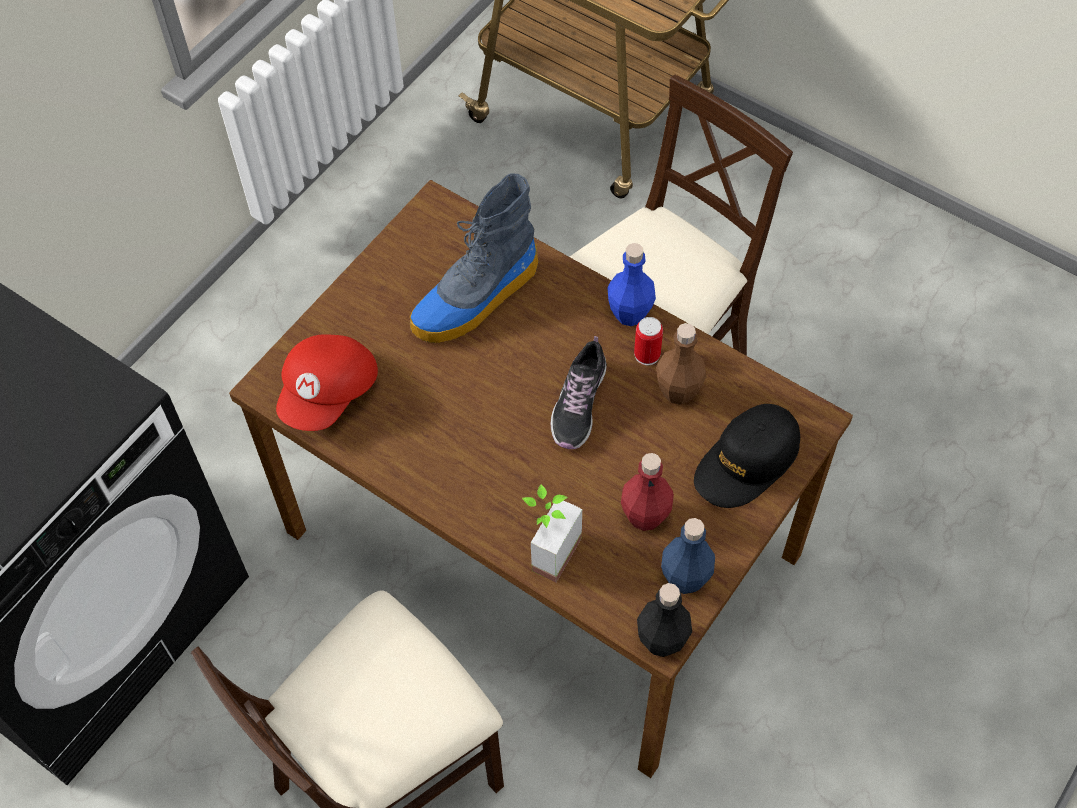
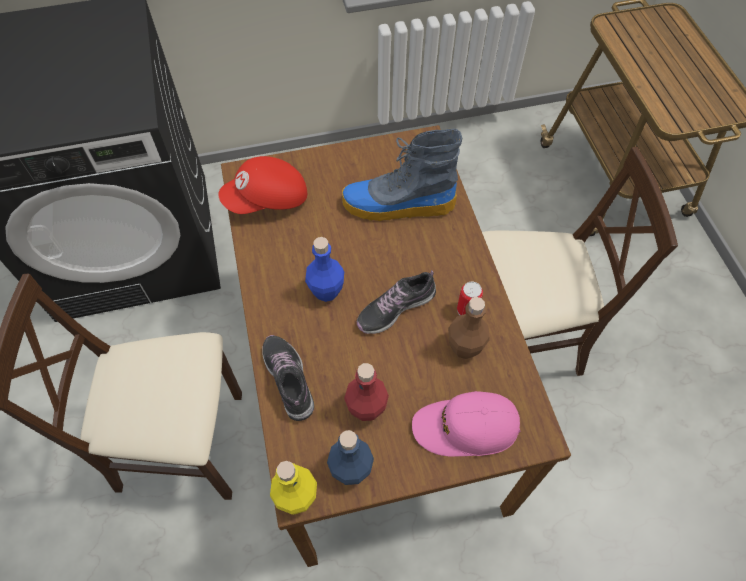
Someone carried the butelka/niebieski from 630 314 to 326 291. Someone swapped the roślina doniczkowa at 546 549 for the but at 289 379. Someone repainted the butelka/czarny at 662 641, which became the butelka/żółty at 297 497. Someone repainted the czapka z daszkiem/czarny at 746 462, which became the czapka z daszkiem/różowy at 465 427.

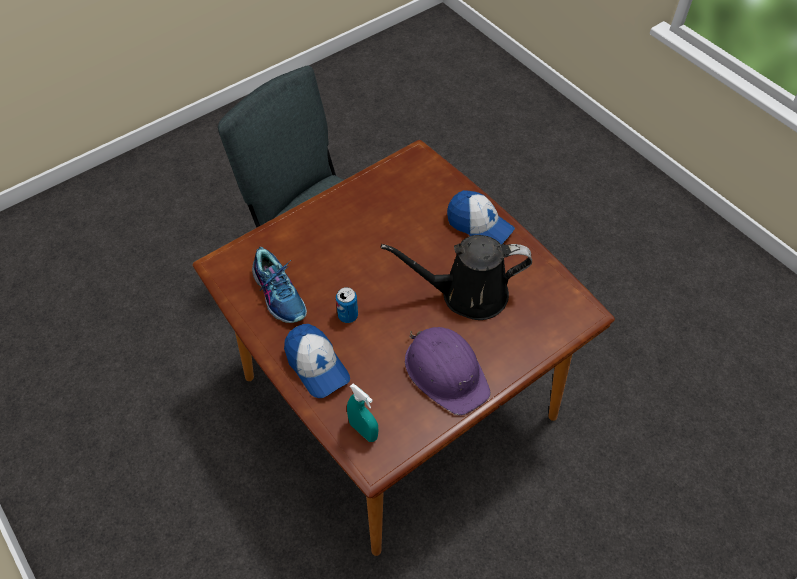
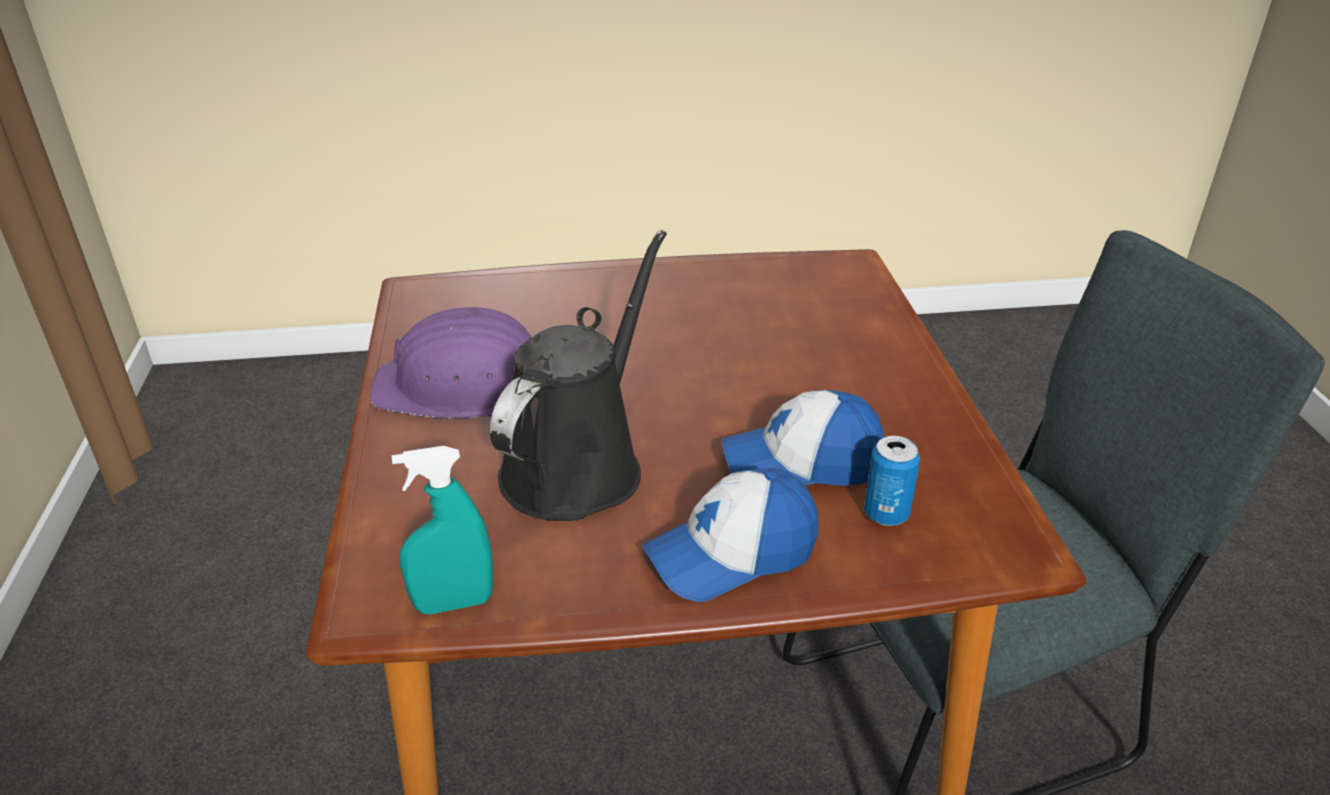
Someone took away the but at 280 293. Someone carried the czapka z daszkiem from 316 366 to 801 463. Someone carried the puszka from 348 315 to 886 514. Someone carried the spryskiwacz/turkusowy from 363 430 to 454 603.

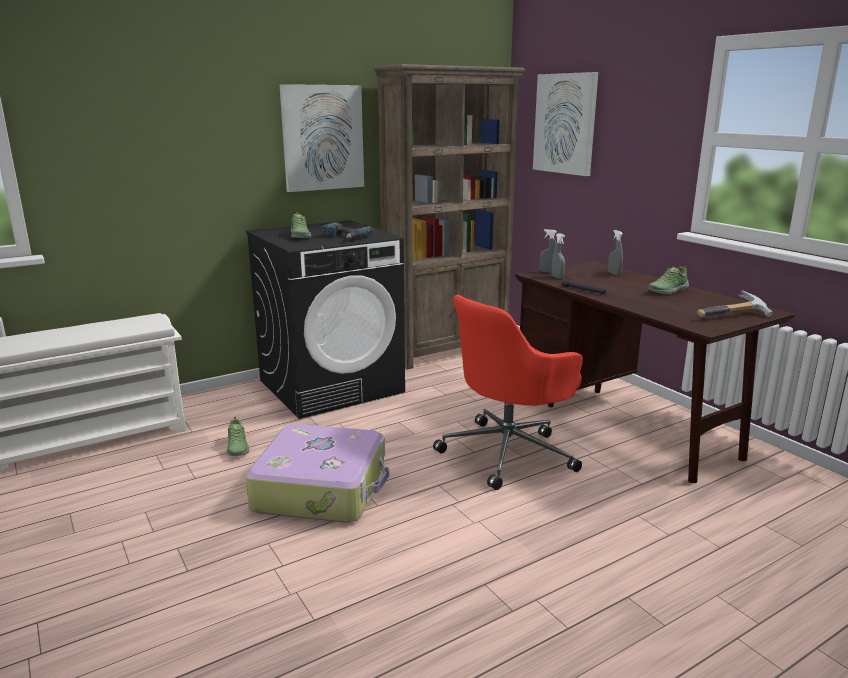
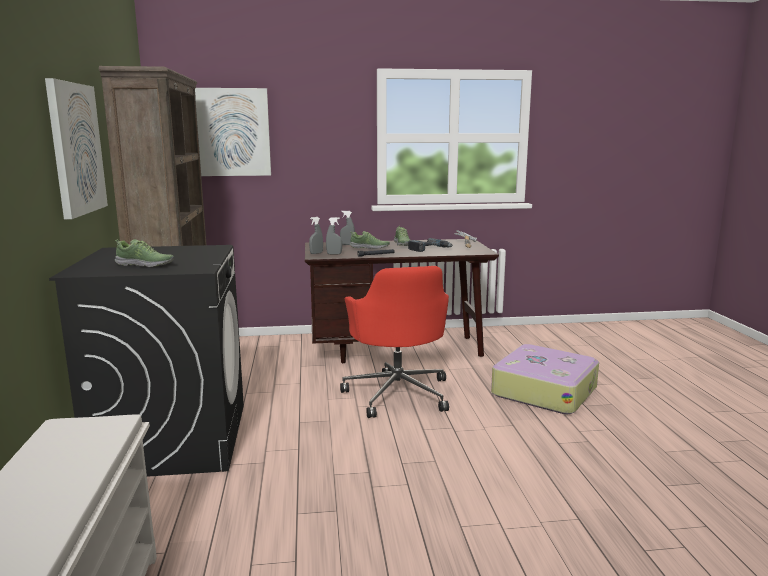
Someone carried the but from 237 447 to 369 248. Someone carried the walizka from 322 488 to 544 391. Someone carried the wiertarka from 344 237 to 429 249.

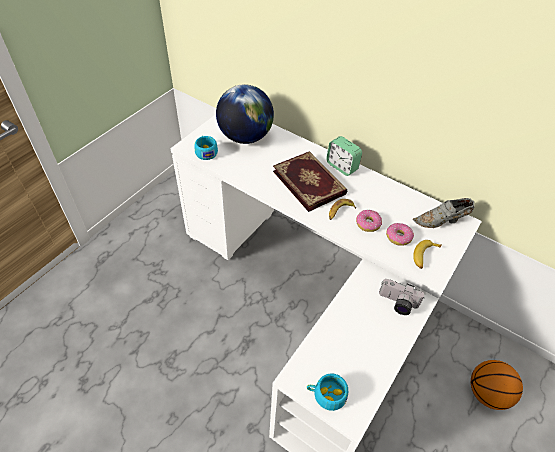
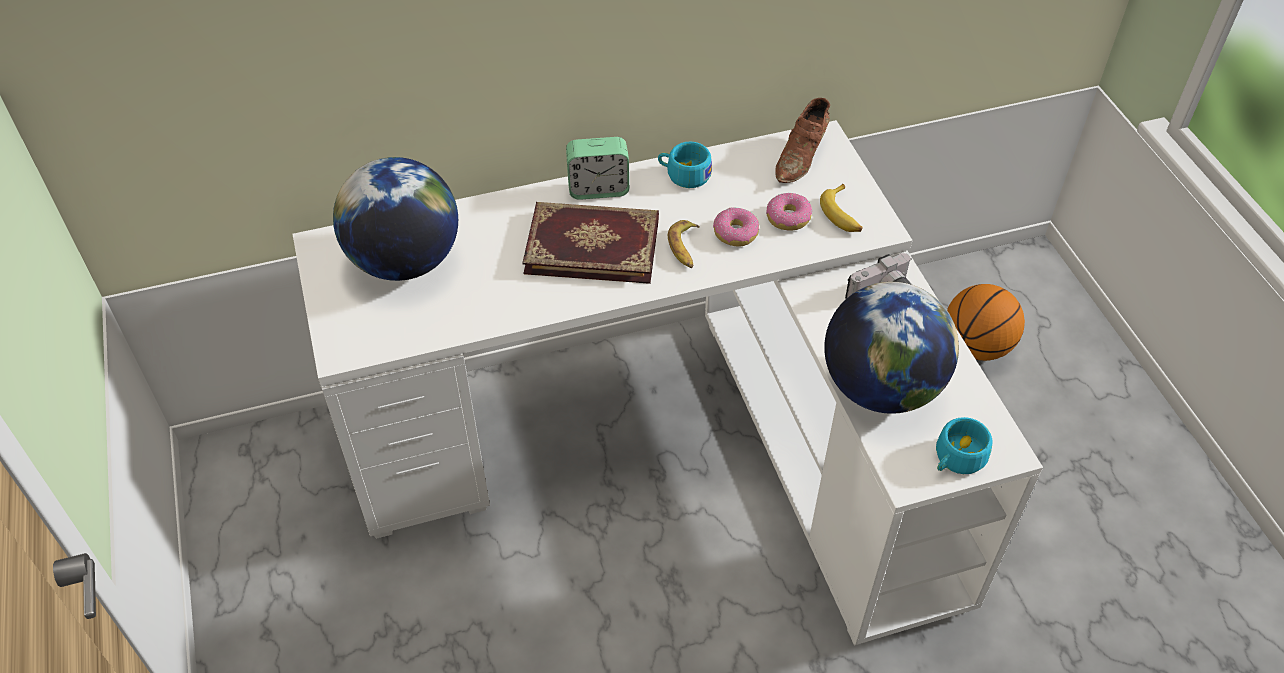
Someone put down the globus at 881 387. Someone carried the filiżanka/turkusowy from 206 152 to 684 174. Someone repainted the but/szary at 441 221, which became the but/brązowy at 802 157.

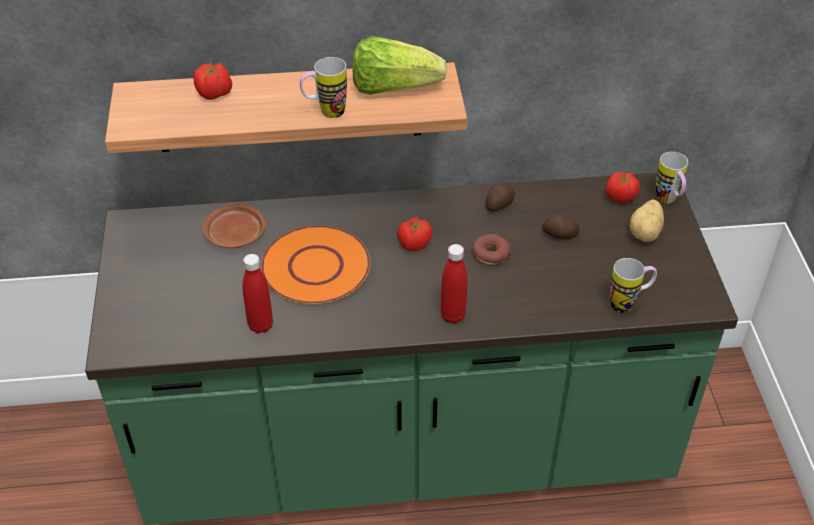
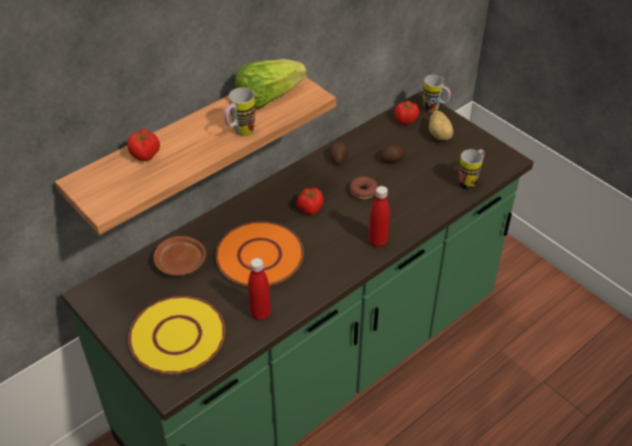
Someone put down the talerz/żółty at 178 336.

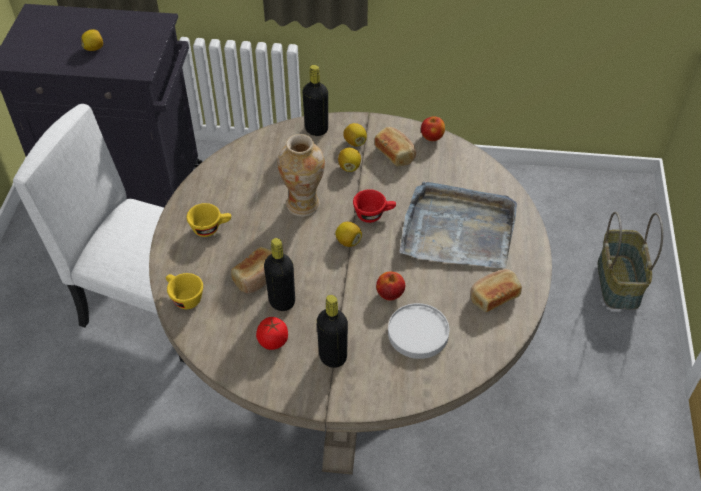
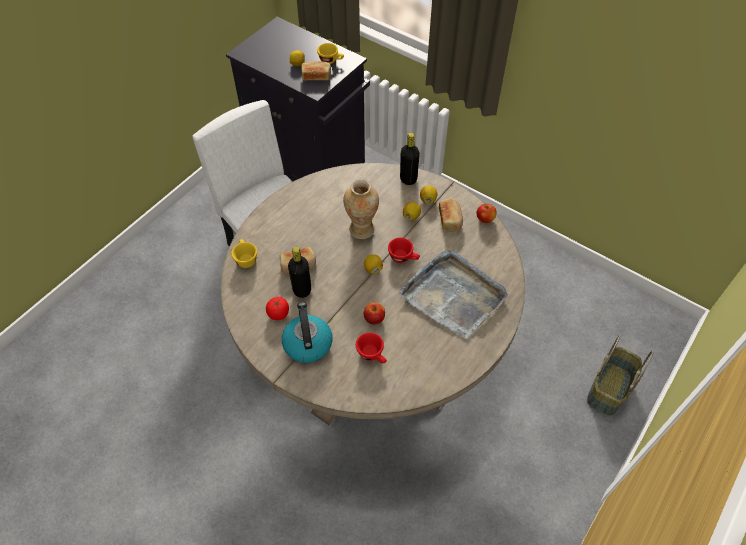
Someone carried the filiżanka/żółty from 211 228 to 331 61. Someone carried the chleb from 493 296 to 316 76. Someone swapped the butelka/czarny at 333 357 for the czajnik at 307 343. Someone swapped the talerz/biały at 417 333 for the filiżanka/czerwony at 373 355.

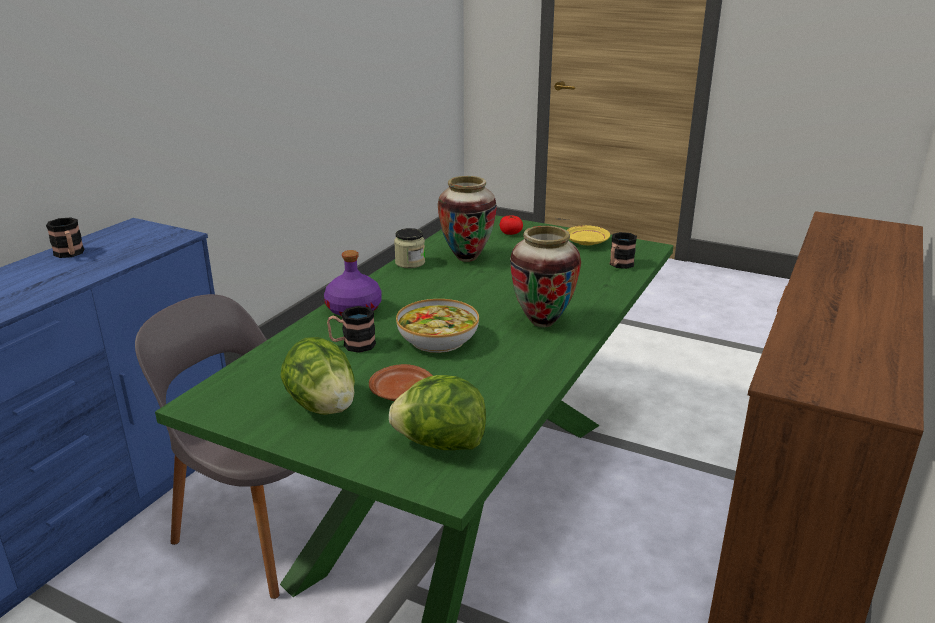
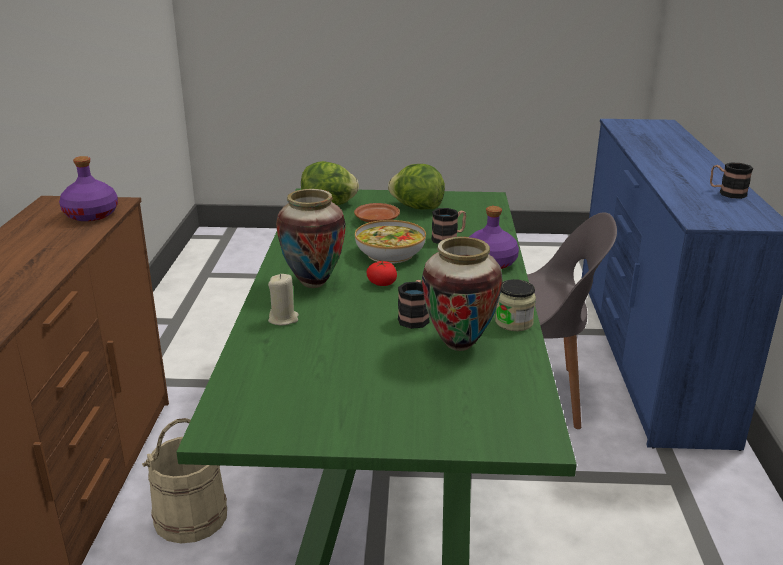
Someone took away the talerz/żółty at 586 242. Someone put down the butelka/fioletowy at 91 214. Someone put down the wiadro/beżowy at 191 517. Someone put down the świeca/beżowy at 283 319. Someone carried the pomidor from 510 233 to 382 283. Someone carried the kubek from 619 265 to 414 317.

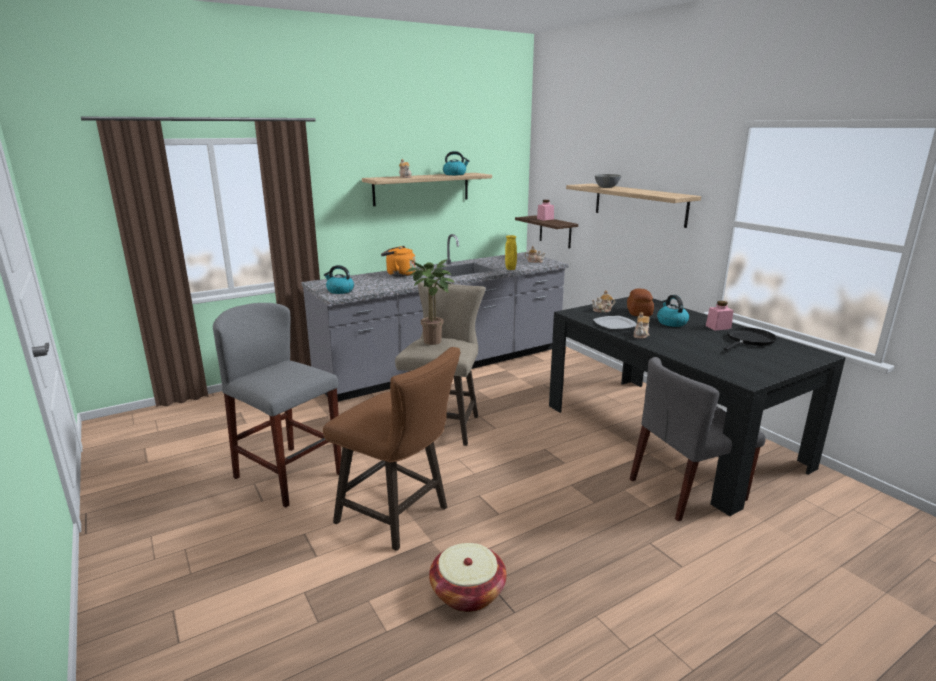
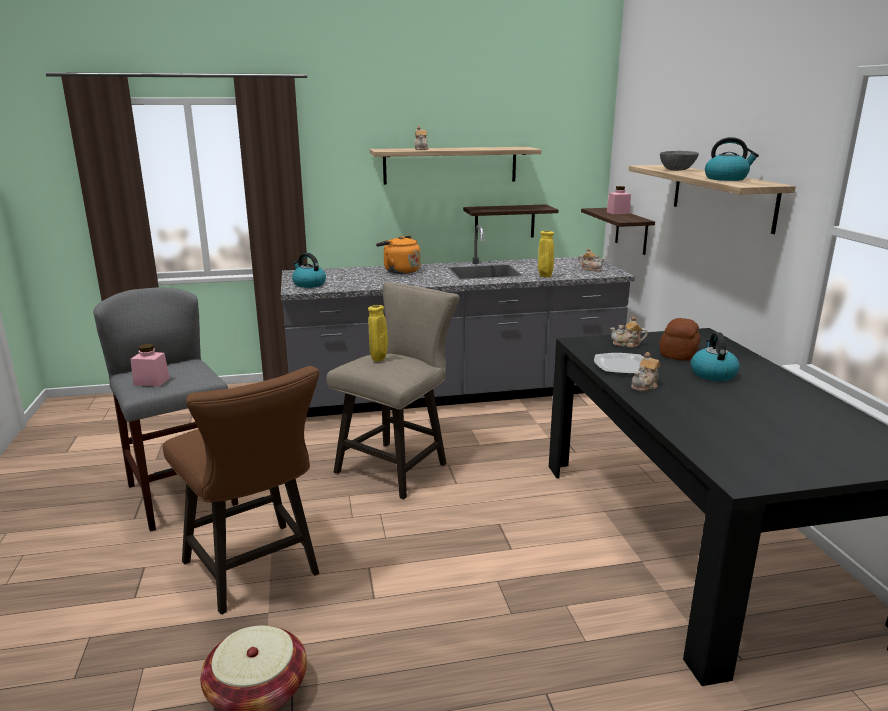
Someone took away the krzesło/szary at 686 490. Someone took away the patelnia/czarny at 749 340. Someone put up the półka at 504 222. Someone carried the czajnik from 455 174 to 726 179. Someone carried the słoik/różowy from 718 327 to 151 381. Someone swapped the roślina doniczkowa at 432 343 for the wazon/żółty at 379 360.

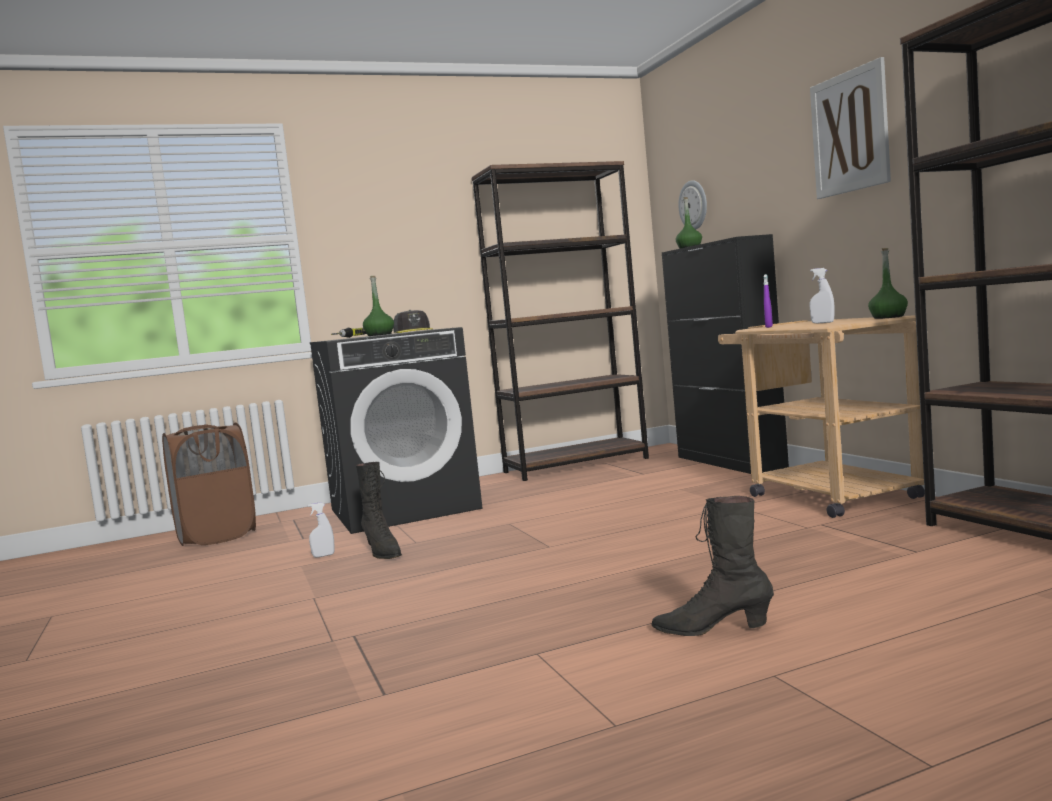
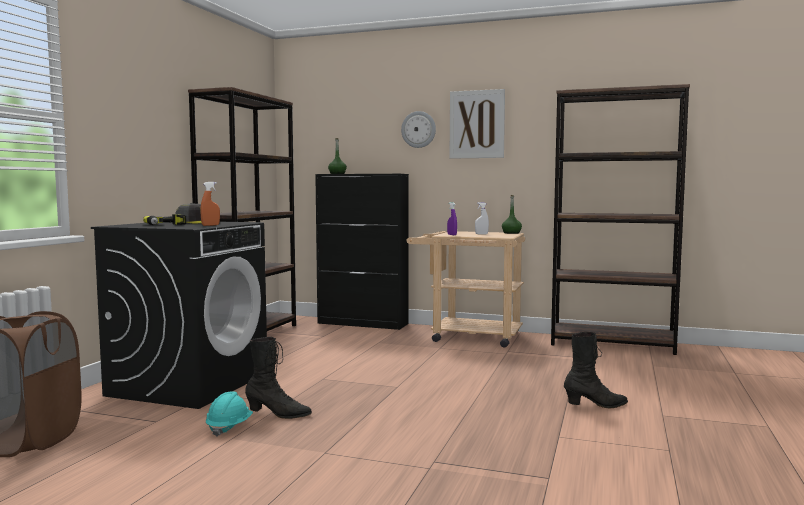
Someone carried the zegar ścienny from 693 205 to 418 129. Someone swapped the spryskiwacz/biały at 323 555 for the kask/turkusowy at 229 427. Someone swapped the butelka/zielony at 379 335 for the spryskiwacz/pomarańczowy at 210 225. Someone rotated the but z cholewką/czarny at 712 629 by 150 degrees counterclockwise.

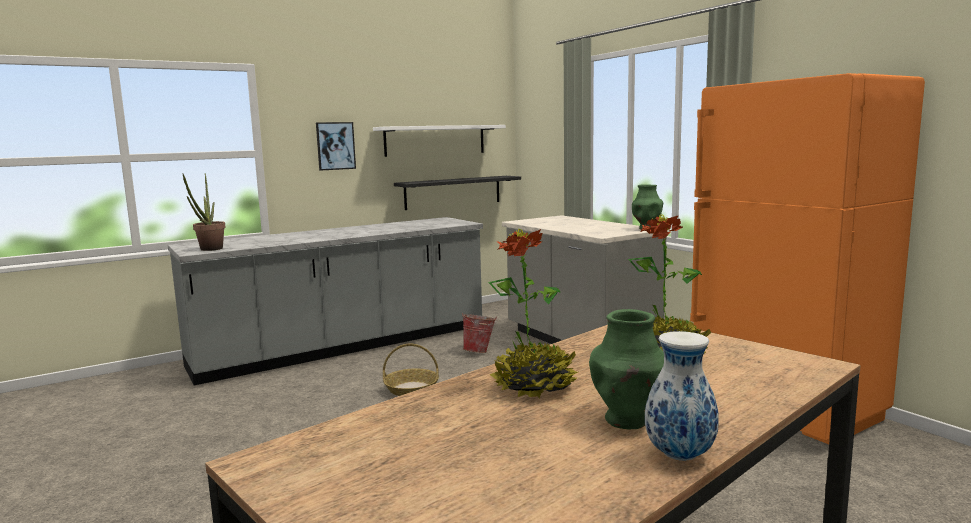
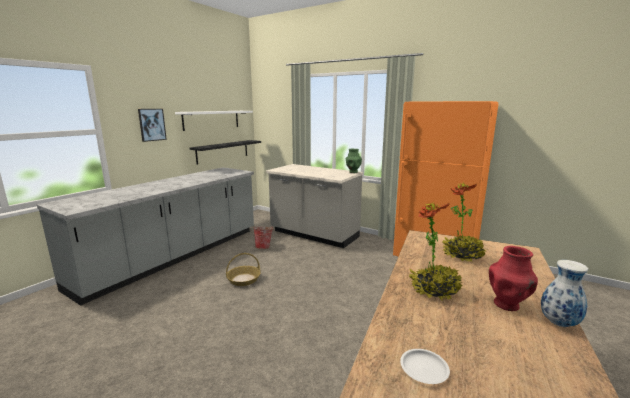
Someone took away the roślina doniczkowa at 209 250. Someone put down the talerz/biały at 423 368. Someone repainted the wazon/zielony at 627 421, which became the wazon/czerwony at 507 305.

